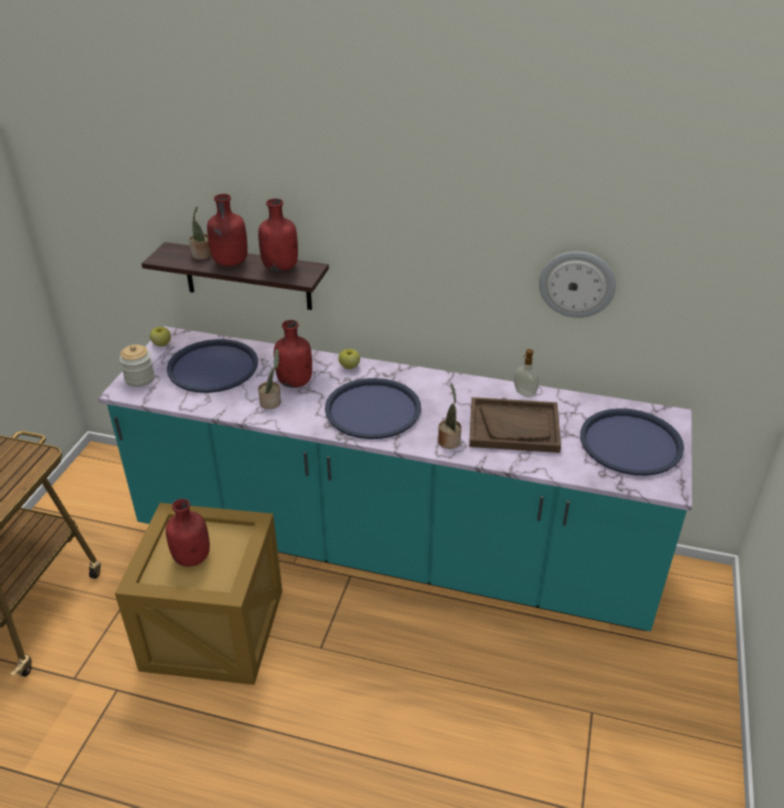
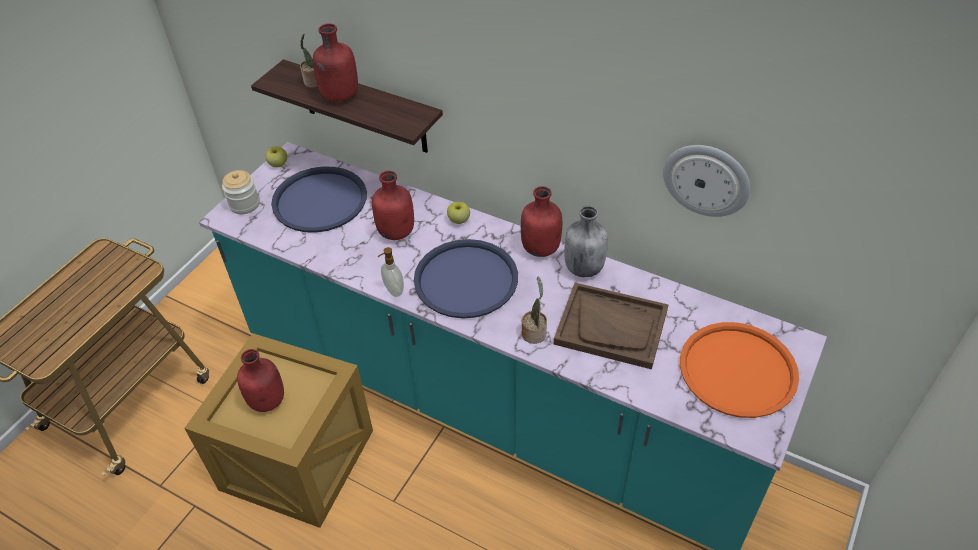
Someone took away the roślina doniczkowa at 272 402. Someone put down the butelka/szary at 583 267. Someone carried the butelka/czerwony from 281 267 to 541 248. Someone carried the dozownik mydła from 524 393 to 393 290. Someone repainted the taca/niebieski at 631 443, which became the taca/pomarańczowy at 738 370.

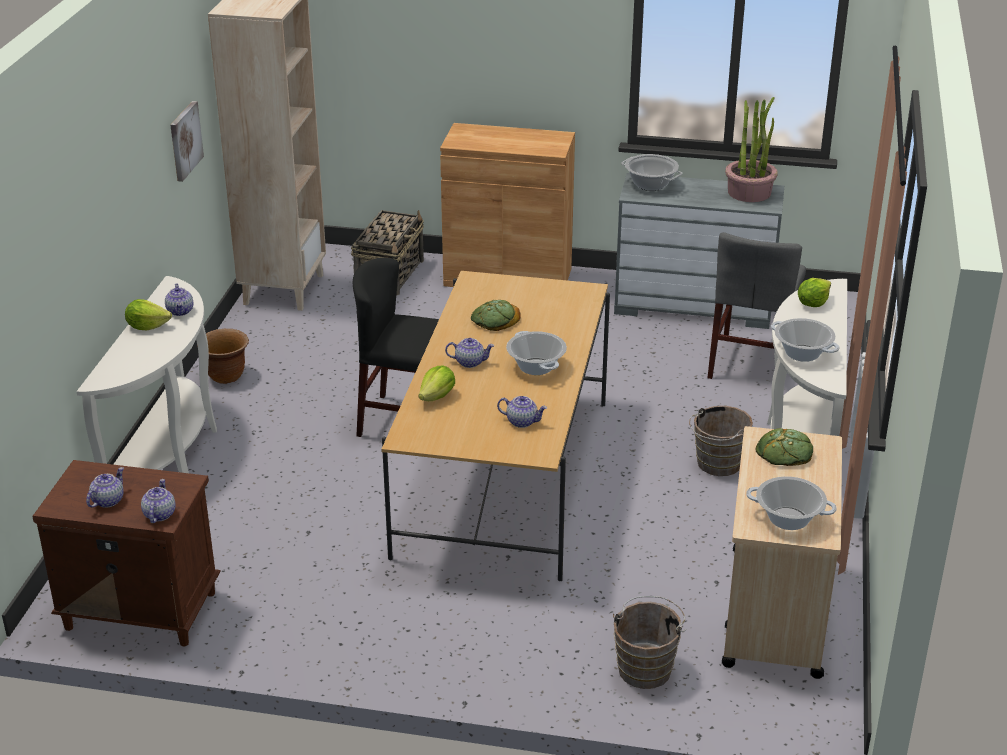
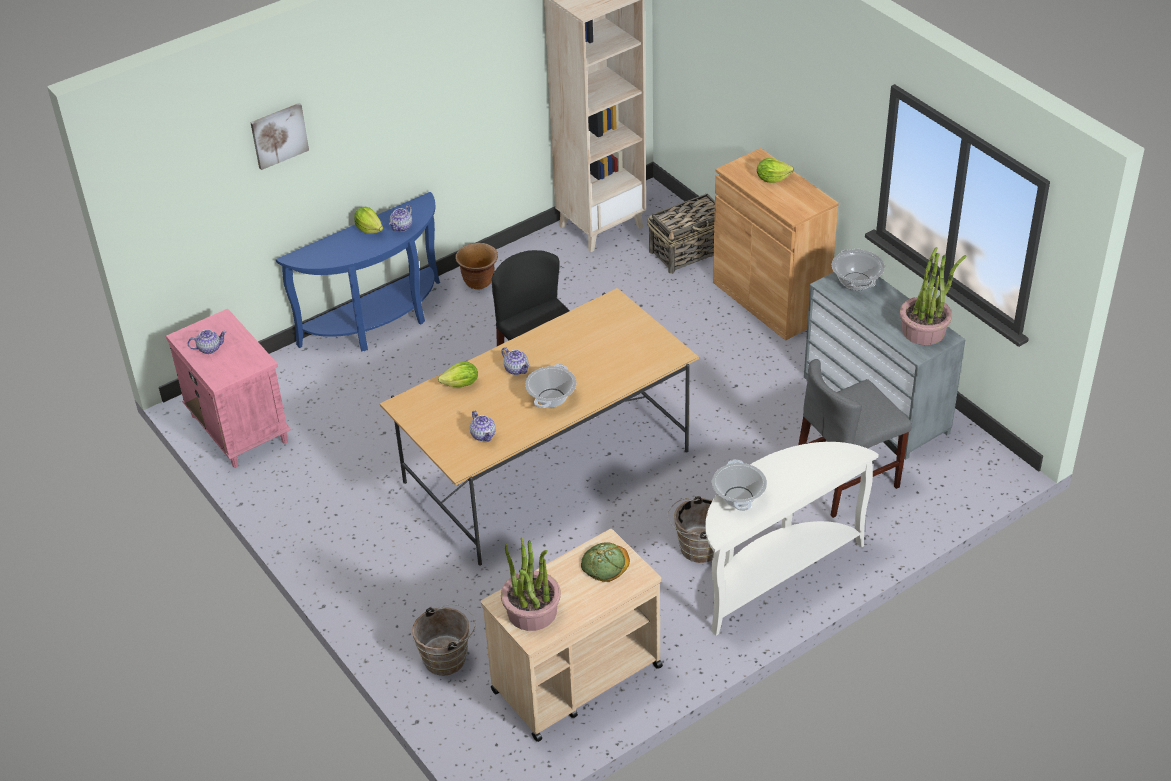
Someone took away the imbryk at 159 514. Someone took away the chleb at 495 319. Someone carried the obraz from 184 140 to 279 135. Someone carried the sałata from 812 303 to 772 179. Someone swapped the garnek at 788 518 for the roślina doniczkowa at 532 612. Someone repainted the szafka nocna/brązowy at 139 611, which became the szafka nocna/różowy at 238 428. Someone repainted the stolik konsolowy/biały at 170 452, which became the stolik konsolowy/niebieski at 379 324.

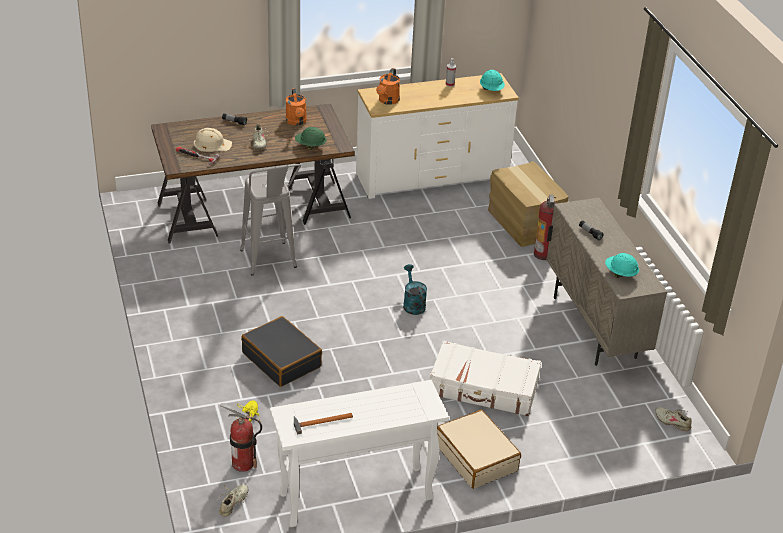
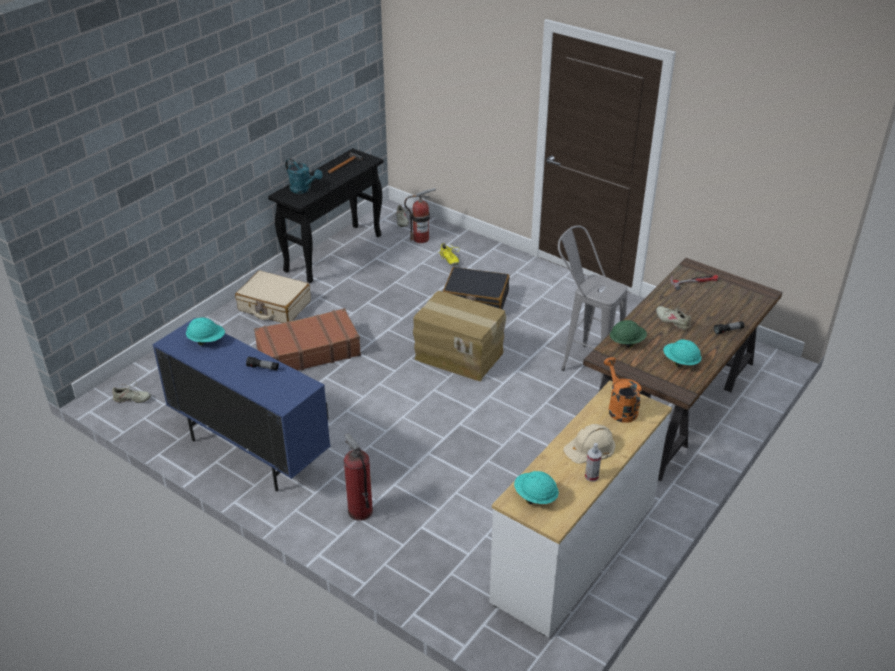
Someone carried the kask/beżowy from 212 144 to 590 447. Someone carried the konewka/turkusowy from 413 304 to 304 189. Someone carried the karton from 524 222 to 459 355. Someone swapped the konewka/pomarańczowy at 297 122 for the kask/turkusowy at 680 362. Someone repainted the stolik konsolowy/biały at 355 497, which became the stolik konsolowy/czarny at 334 253. Someone repainted the walizka/biały at 484 388, which became the walizka/brązowy at 308 351. Someone repainted the szafka/beżowy at 594 328, which became the szafka/niebieski at 250 451.

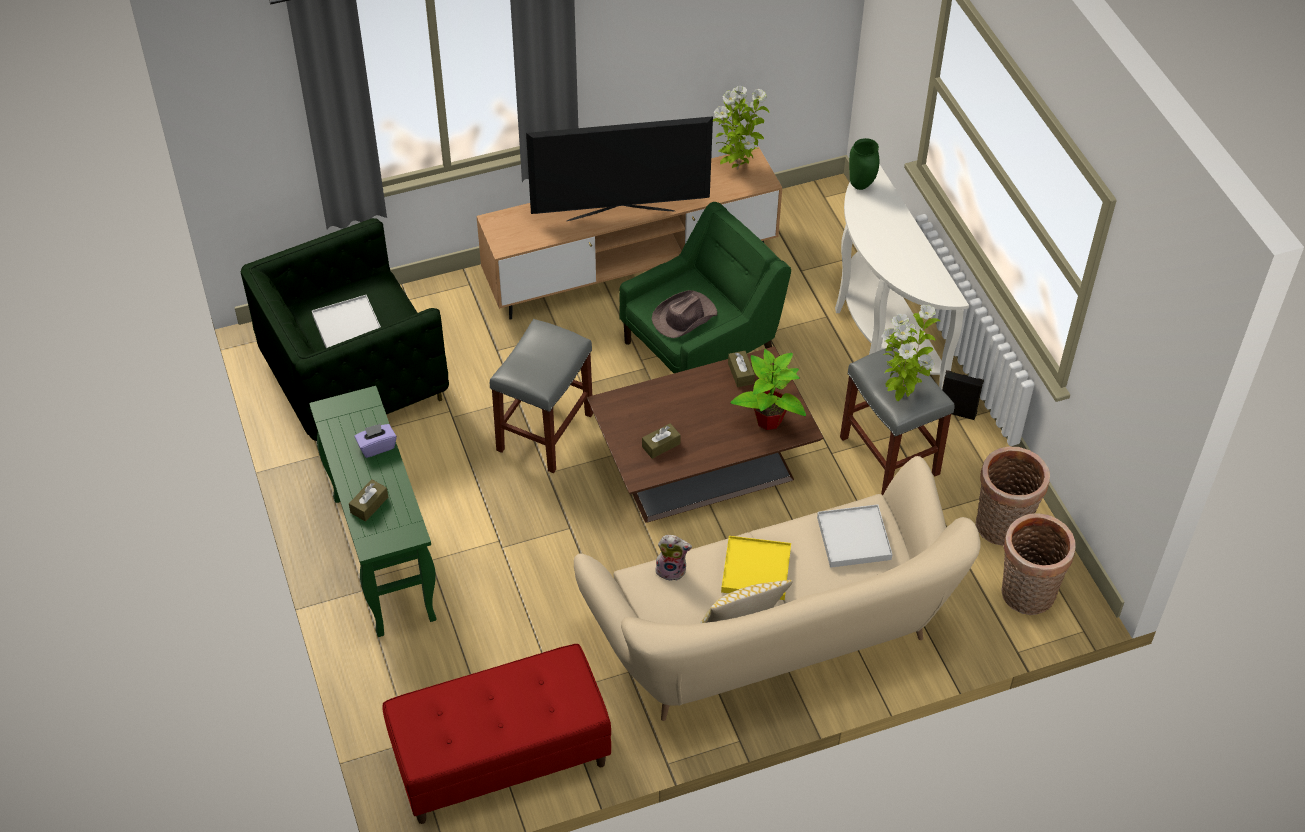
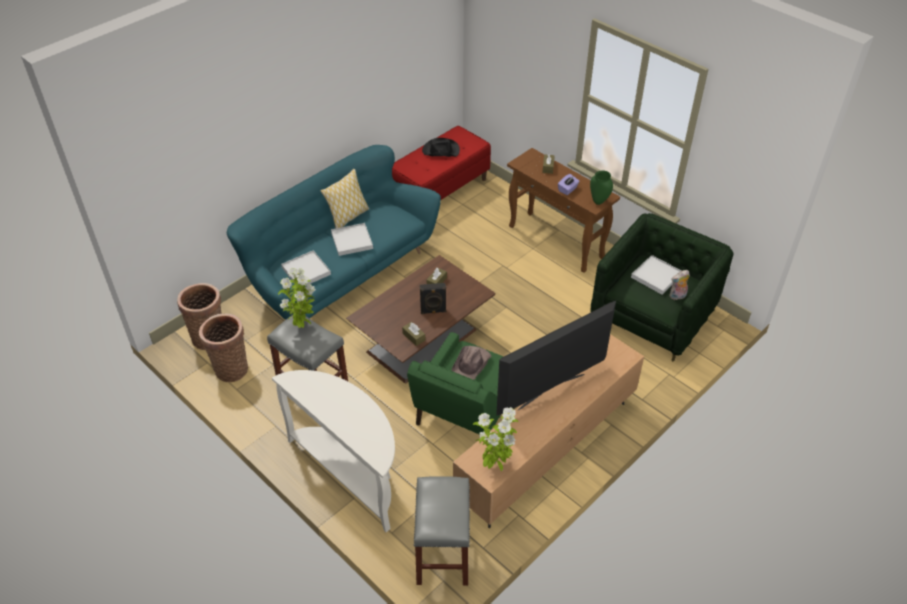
Someone took away the roślina doniczkowa at 768 420. Someone put down the kapelusz/czarny at 440 150. Someone carried the stołek/szary from 545 431 to 443 555. Someone carried the pluszak from 672 570 to 677 296. Someone carried the wazon/zielony from 861 185 to 598 202. Someone carried the głośnik/czarny from 957 411 to 433 311. Someone repainted the stolik konsolowy/zielony at 383 557, which became the stolik konsolowy/brązowy at 556 242. Someone repainted the kanapa/beżowy at 775 638, which became the kanapa/turkusowy at 340 273. Someone repainted the taca/żółty at 756 570, which became the taca/biały at 352 241.

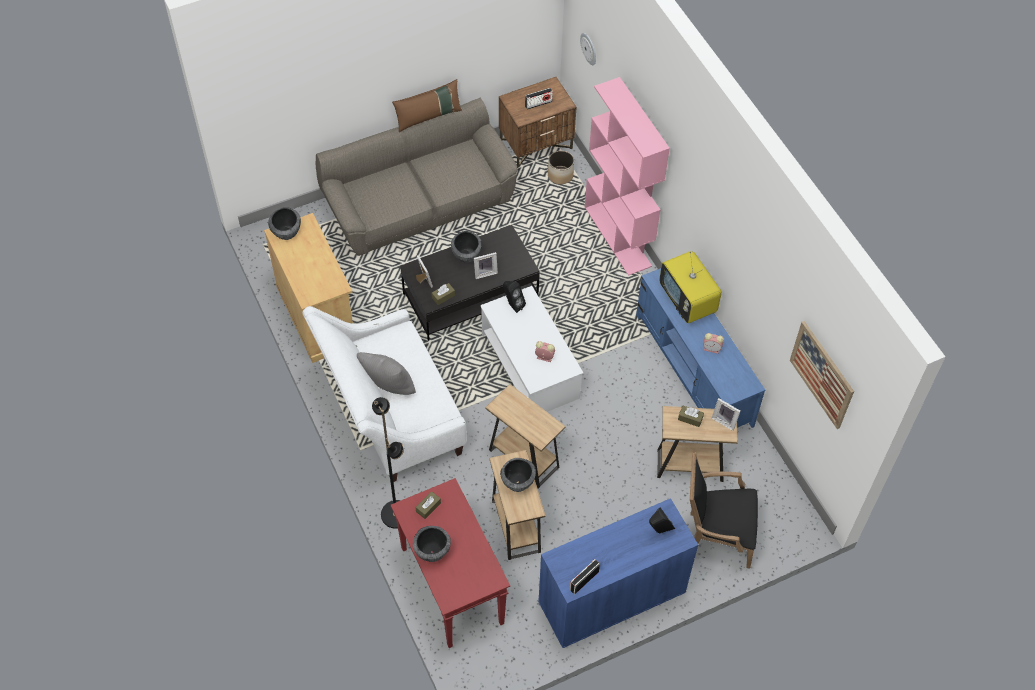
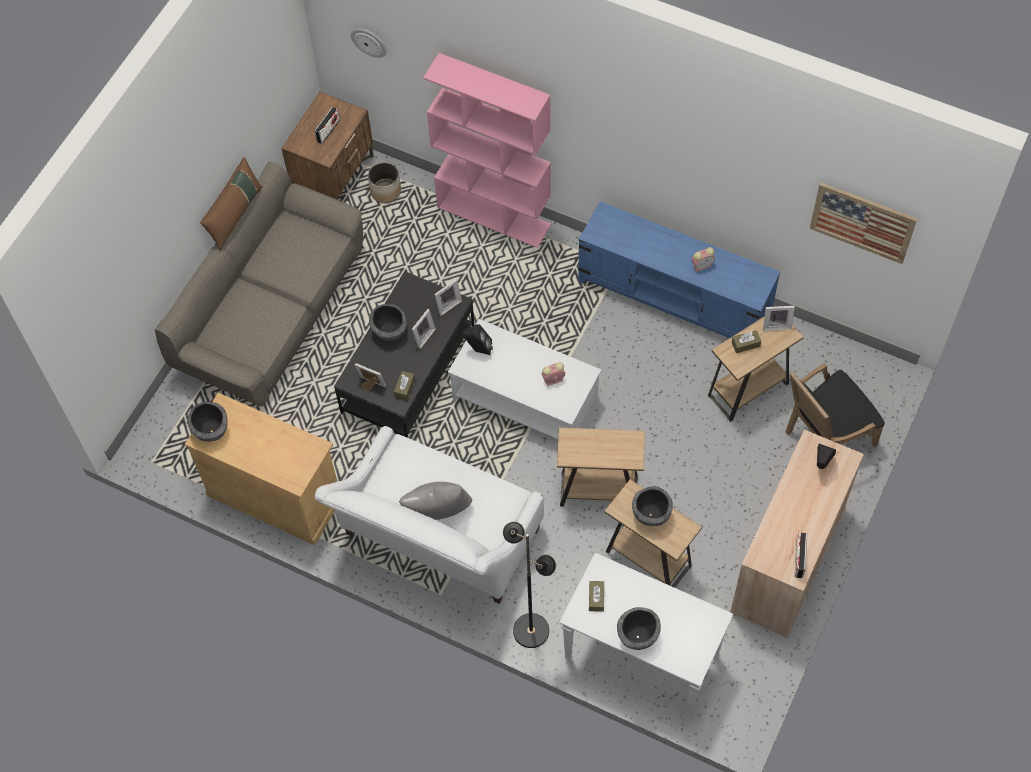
Someone took away the telewizor at 688 302. Someone put down the ramka na zdjęcie at 447 304. Someone repainted the stolik konsolowy/czerwony at 451 585, which became the stolik konsolowy/biały at 640 657. Someone repainted the szafka/niebieski at 611 597, which became the szafka/beżowy at 787 560.

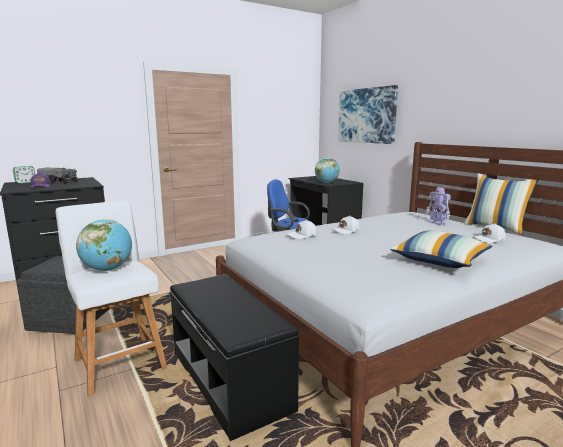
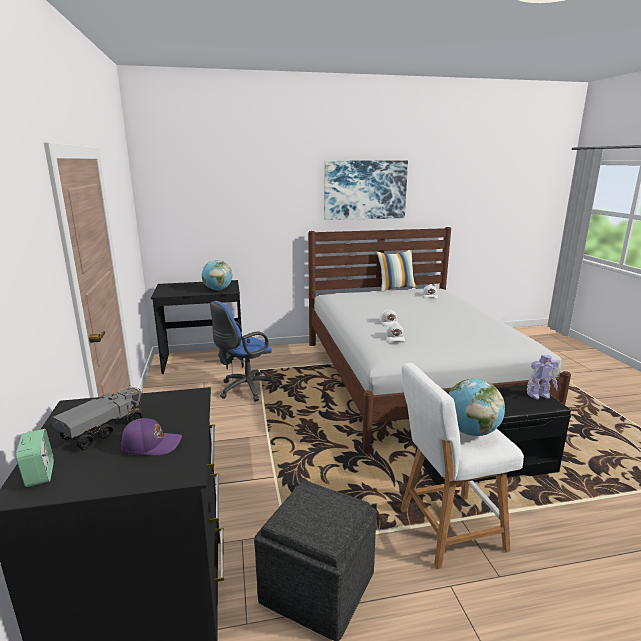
Someone took away the poduszka at 440 261. Someone carried the obraz from 366 115 to 365 190. Someone carried the robot zabawkowy from 437 222 to 539 395.

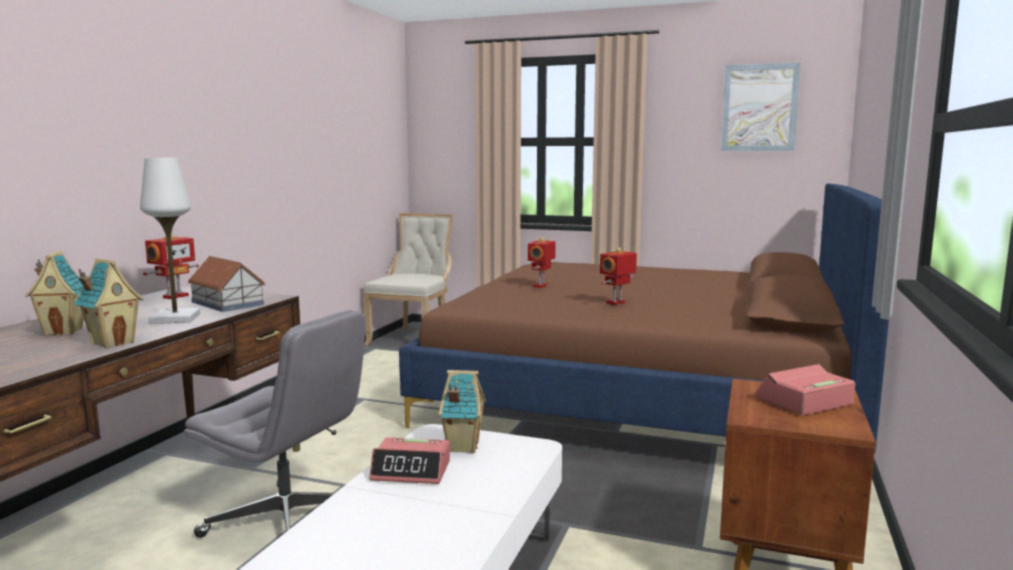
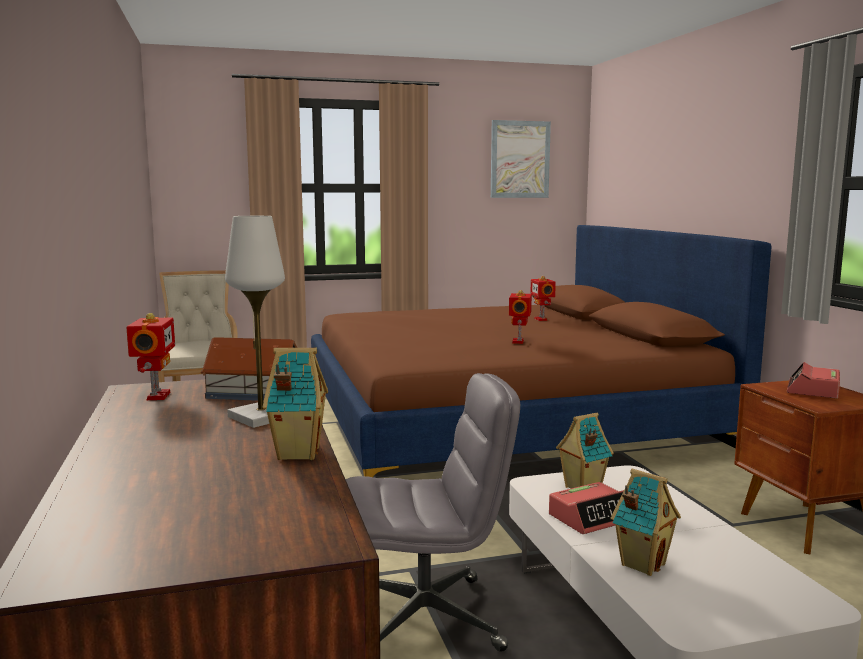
Someone carried the domek from 64 331 to 642 564. Someone carried the robot zabawkowy from 541 286 to 541 319.

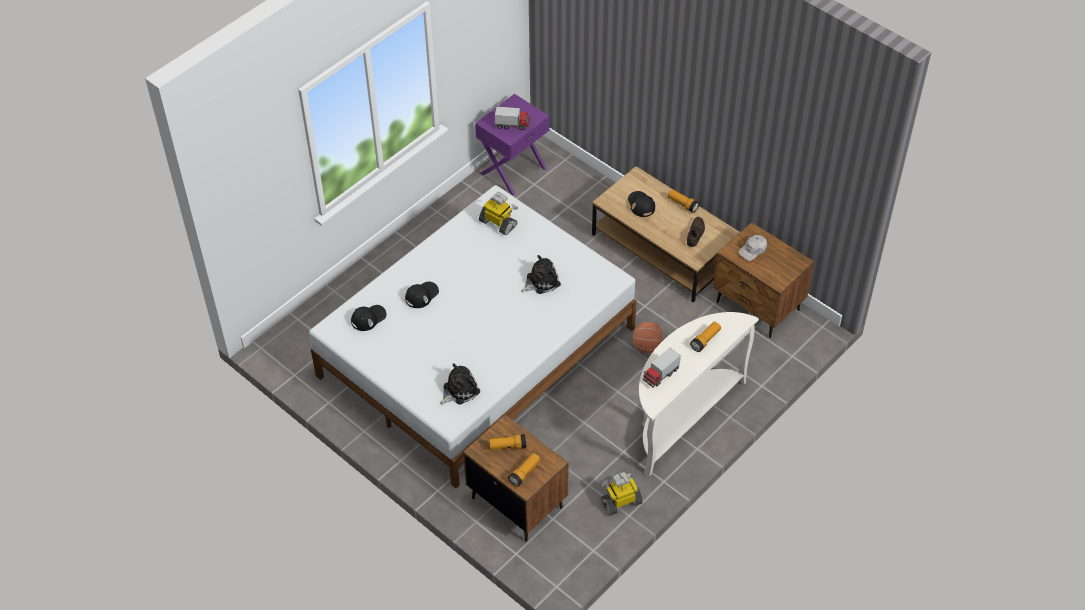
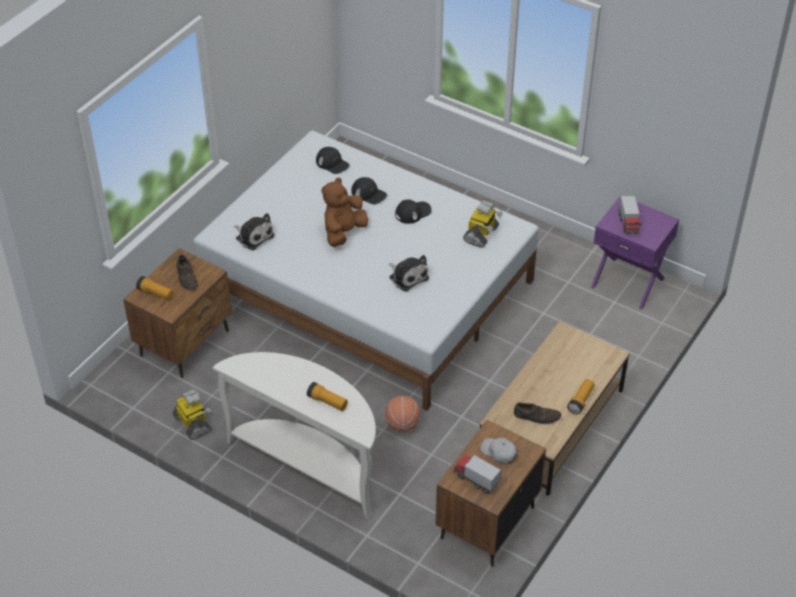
Someone put down the pluszak/brązowy at 343 232. Someone carried the czapka z daszkiem/czarny from 641 204 to 413 212. Someone carried the ciężarówka zabawkowa from 661 375 to 476 479. Someone swapped the latarka at 508 446 for the but/brązowy at 187 277.

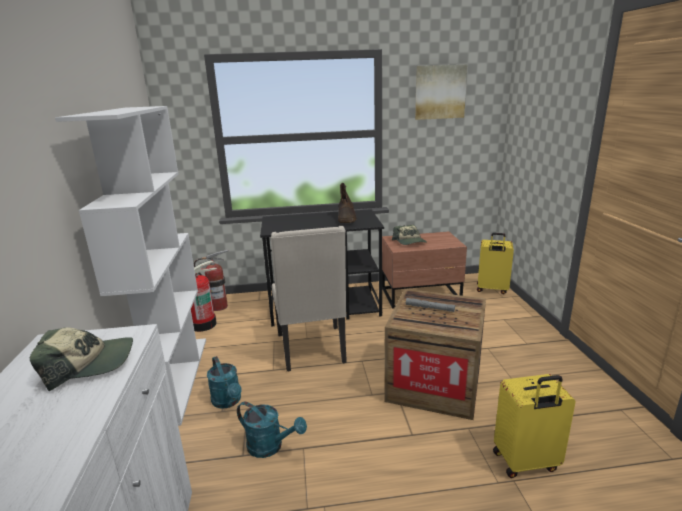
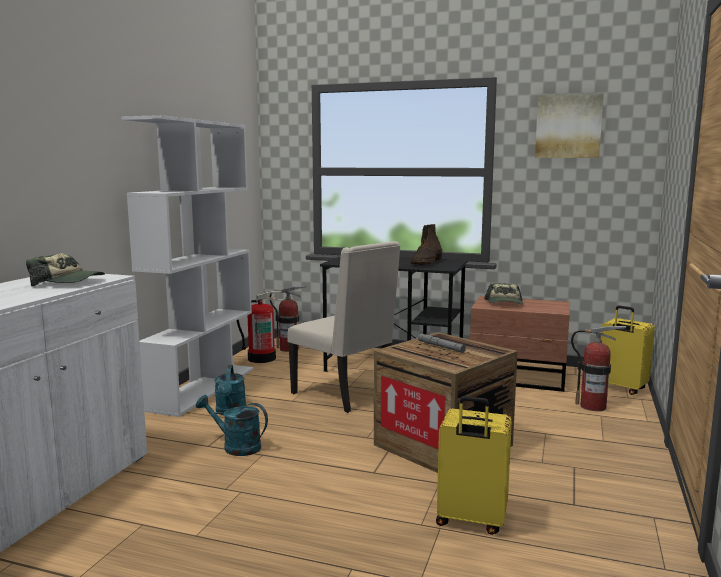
Someone put down the gaśnica at 593 406. Someone rotated the konewka/turkusowy at 270 447 by 150 degrees clockwise. Someone rotated the krzesło/beżowy at 312 349 by 60 degrees counterclockwise.

